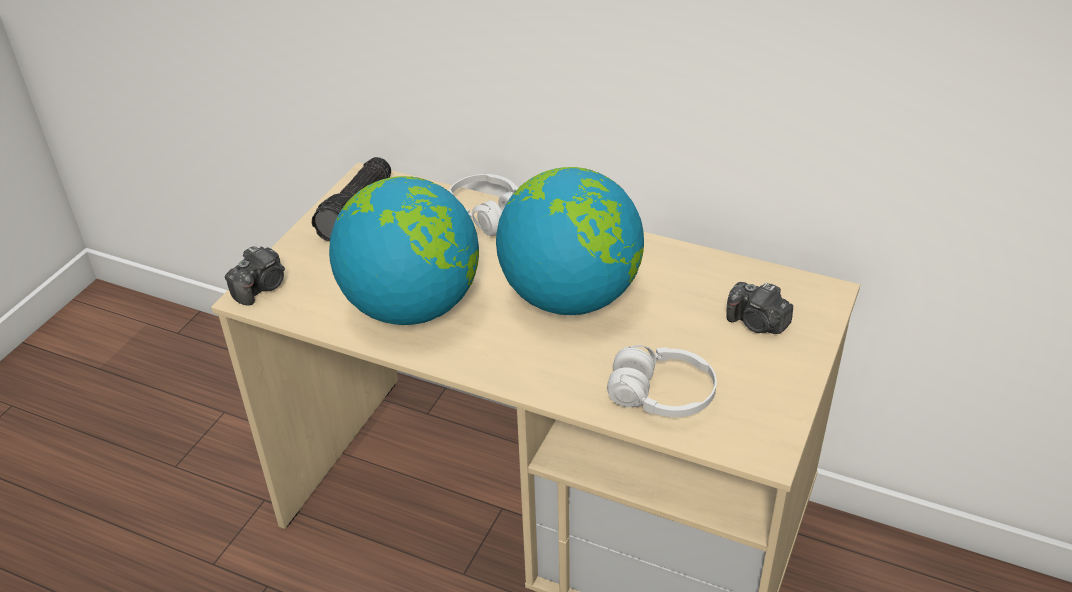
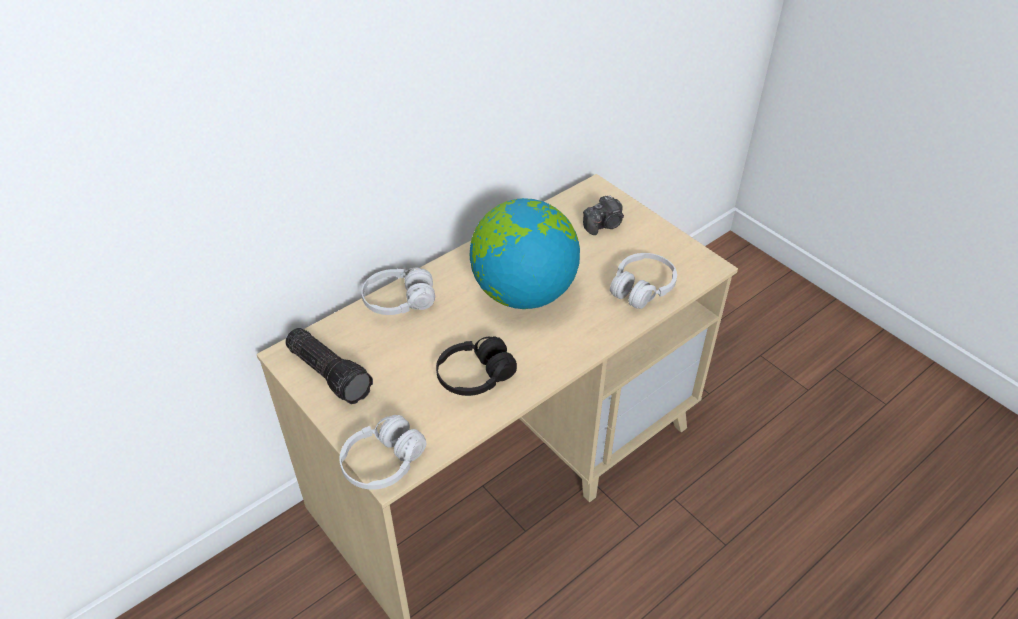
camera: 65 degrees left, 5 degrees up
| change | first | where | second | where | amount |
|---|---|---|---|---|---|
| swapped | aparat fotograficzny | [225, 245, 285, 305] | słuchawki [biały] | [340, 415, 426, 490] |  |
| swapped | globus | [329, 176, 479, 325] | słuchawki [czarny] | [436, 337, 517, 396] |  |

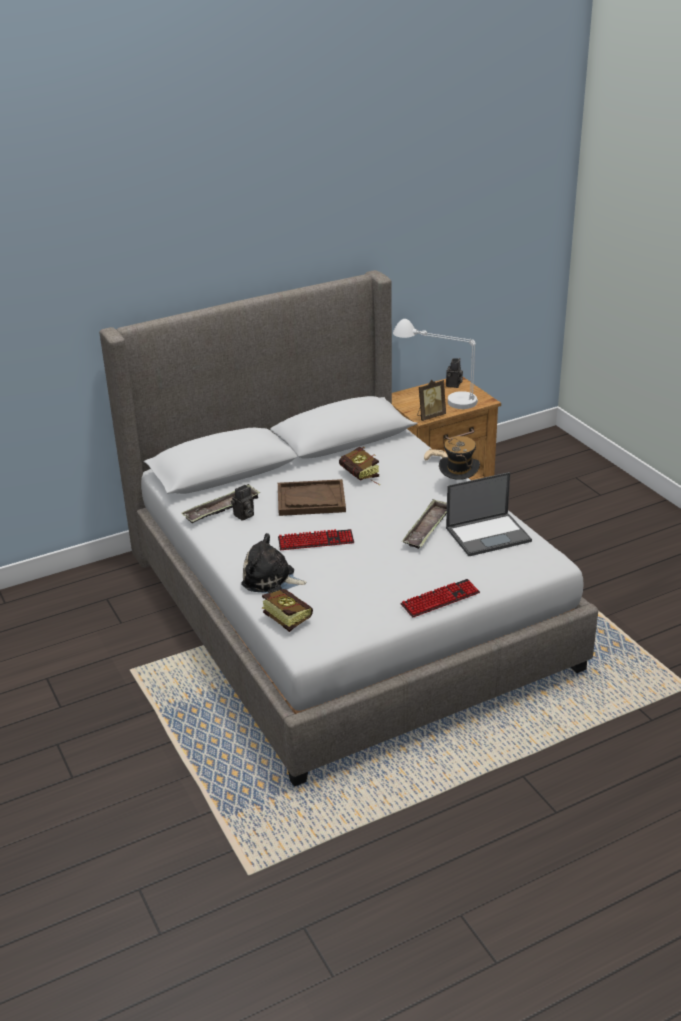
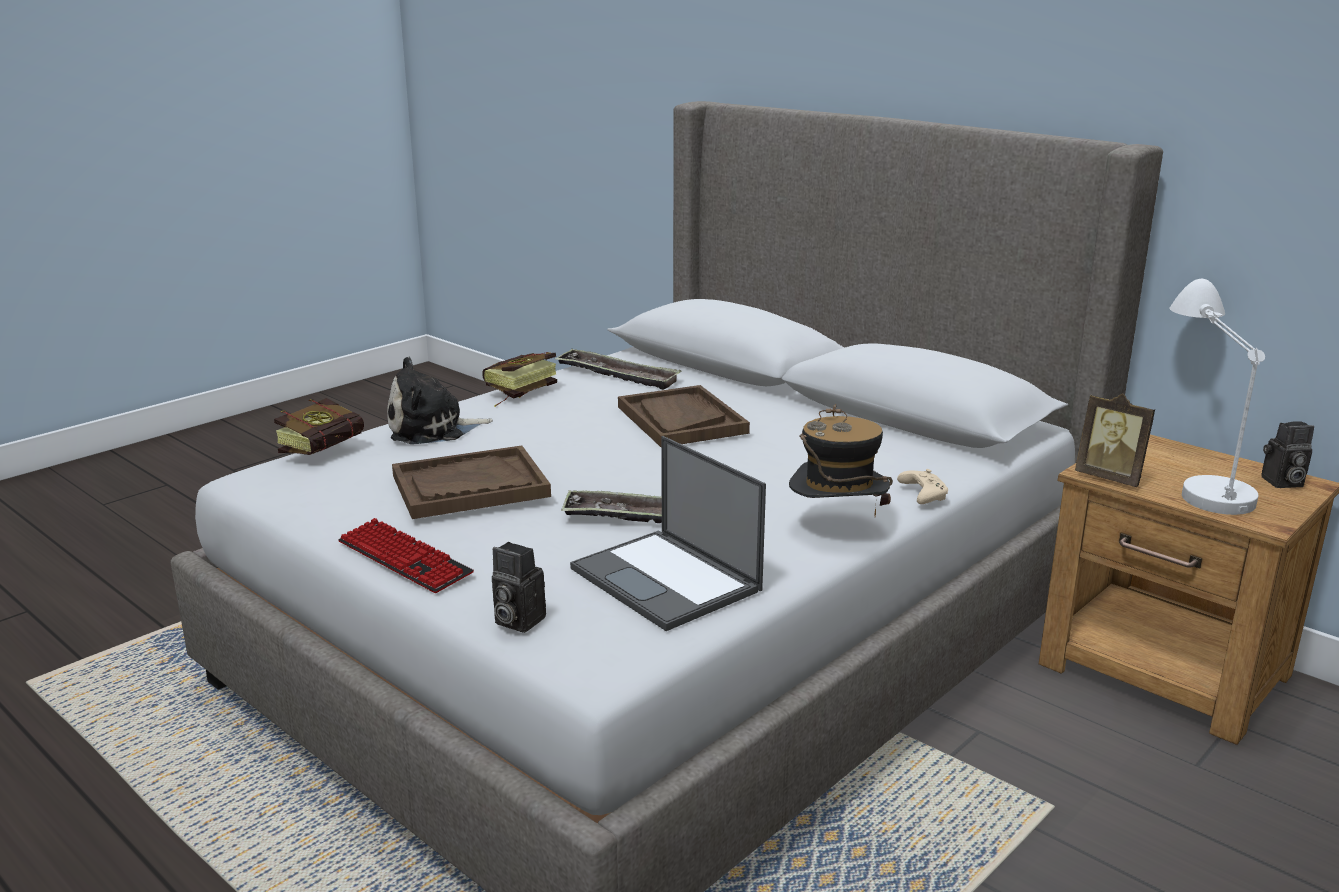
camera: 70 degrees right, 10 degrees down
| change | first | where | second | where | amount |
|---|---|---|---|---|---|
| rotated | pluszak | [241, 533, 307, 593] |  | [387, 357, 493, 444] | 105 degrees counterclockwise |
| new |  |  | taca [brązowy] | [392, 445, 551, 519] |  |
| shifted | książka | [339, 447, 380, 485] |  | [482, 352, 557, 407] |  |
| shifted | aparat fotograficzny | [231, 485, 254, 521] |  | [492, 542, 546, 633] |  |
| gone | klawiatura | [278, 529, 354, 550] |  |  |  |

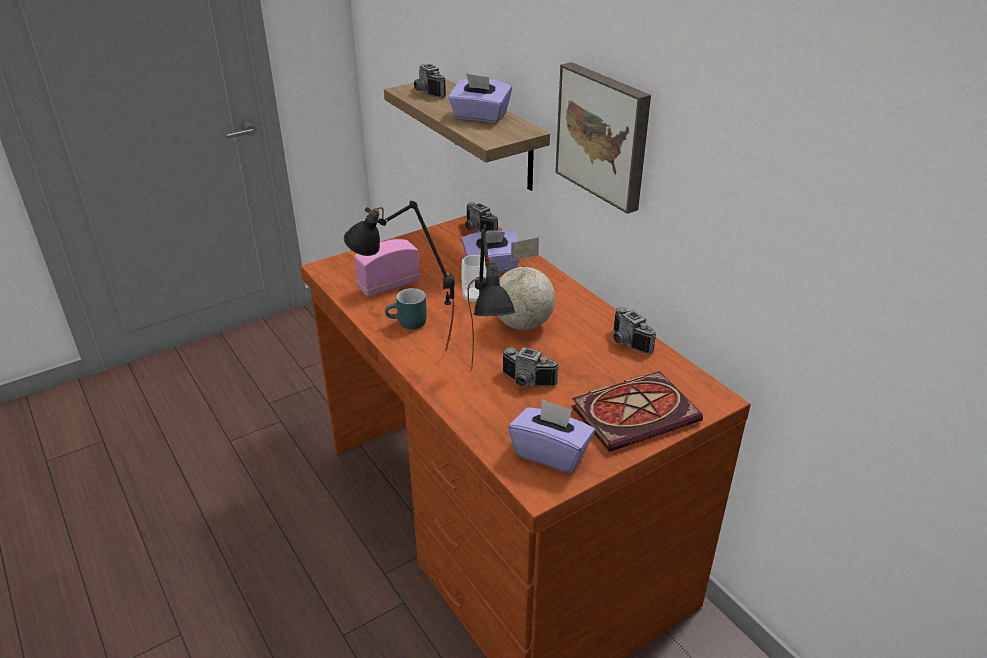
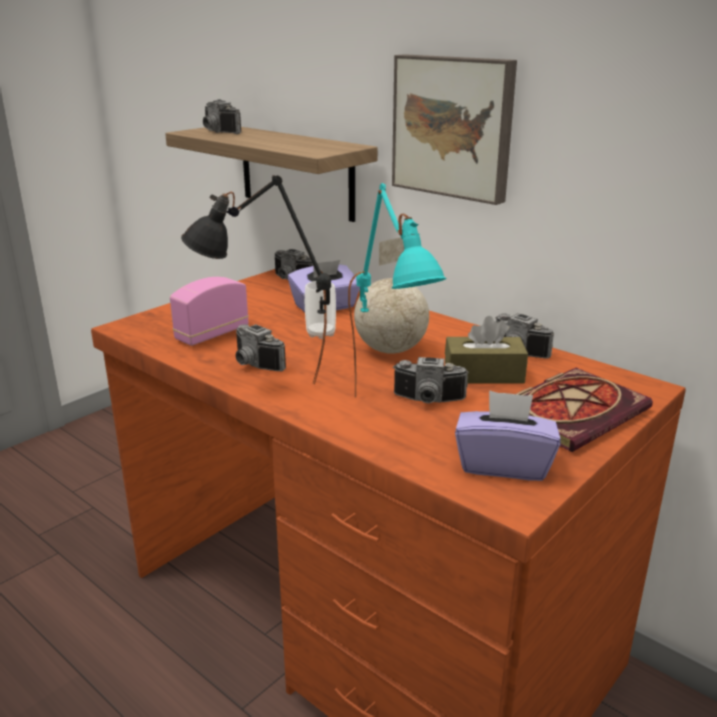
camera: 15 degrees left, 10 degrees down
| change | first | where | second | where | amount |
|---|---|---|---|---|---|
| swapped | kubek [turkusowy] | [385, 288, 427, 329] | aparat fotograficzny | [236, 324, 286, 371] |  |
| repainted | lampa stołowa [czarny] | [468, 224, 516, 370] | lampa stołowa [turkusowy] | [348, 183, 447, 398] |  |
| new |  |  | pudełko chusteczek [brązowy] | [445, 316, 528, 384] |  |
| gone | pudełko chusteczek [fioletowy] | [448, 74, 512, 123] |  |  |  |

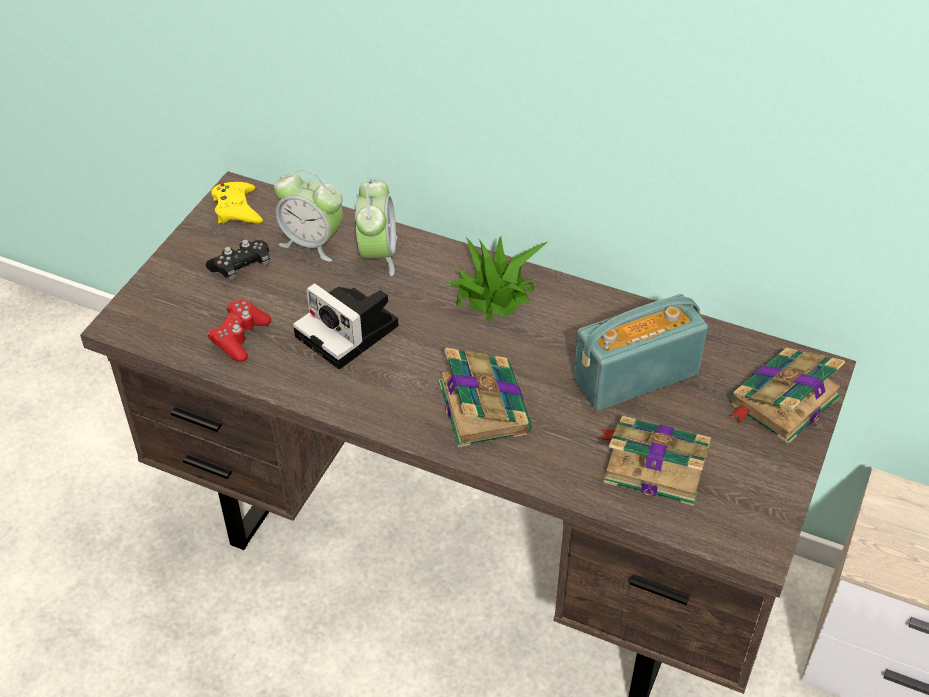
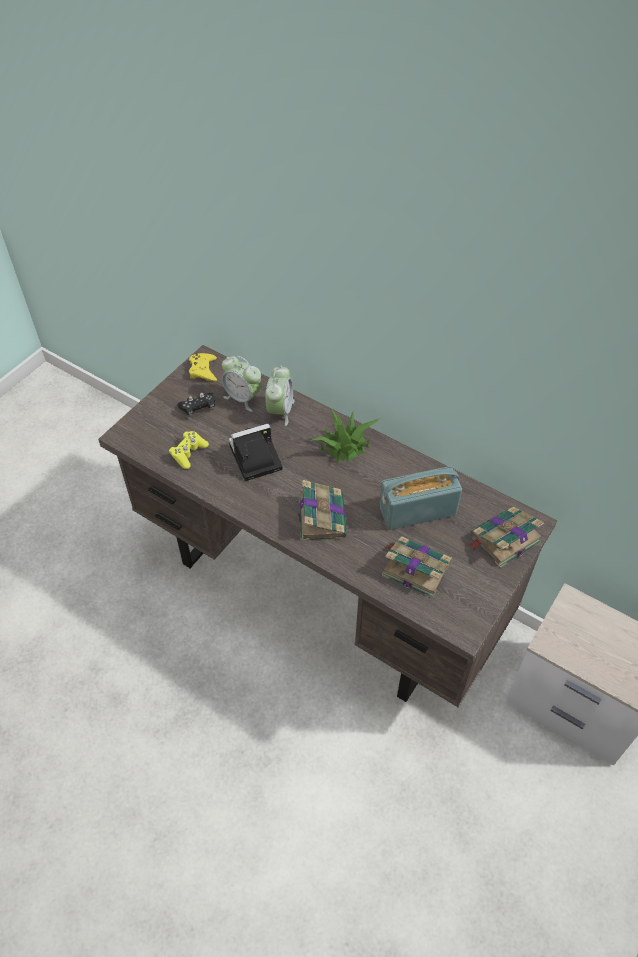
camera: 10 degrees right, 5 degrees up
| change | first | where | second | where | amount |
|---|---|---|---|---|---|
| repainted | pad do gier [czerwony] | [208, 300, 271, 362] | pad do gier [żółty] | [169, 431, 209, 469] |  |
| rotated | aparat fotograficzny | [293, 283, 399, 369] |  | [229, 424, 282, 481] | 105 degrees clockwise |

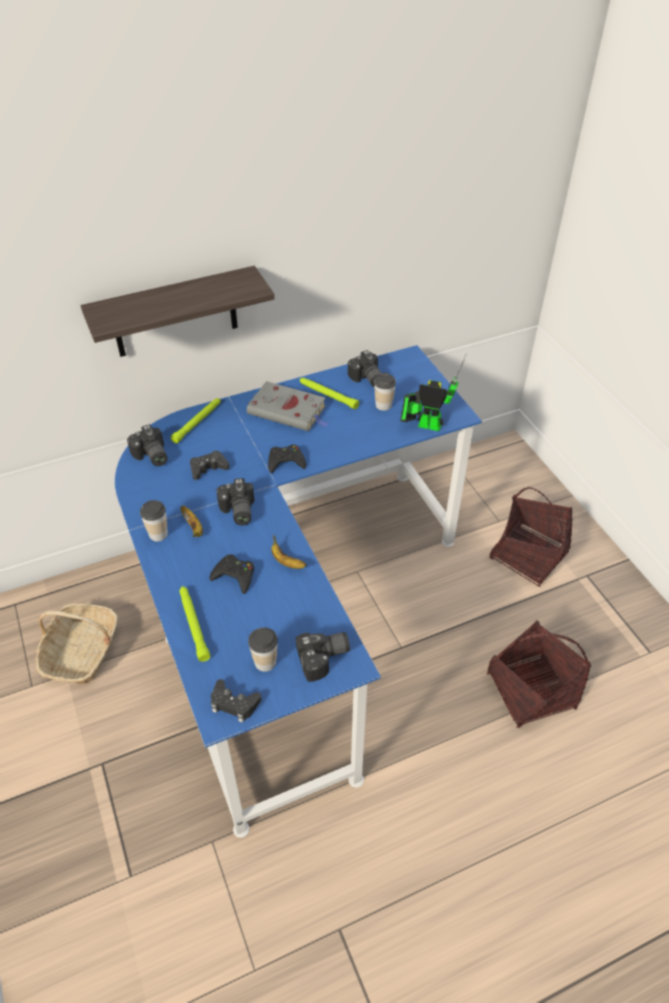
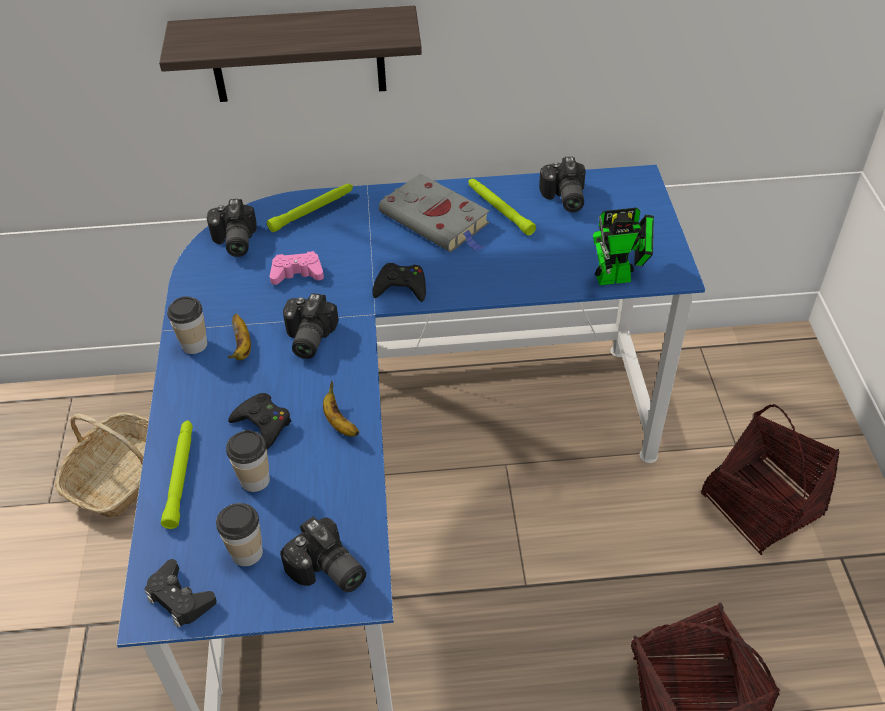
camera: 20 degrees right, 0 degrees up
| change | first | where | second | where | amount |
|---|---|---|---|---|---|
| shifted | filiżanka | [374, 373, 396, 411] |  | [226, 430, 270, 492] |  |
| repainted | pad do gier [czarny] | [190, 450, 230, 480] | pad do gier [różowy] | [270, 251, 324, 285] |  |
| rotated | aparat fotograficzny | [296, 632, 350, 682] |  | [280, 516, 366, 593] | 45 degrees clockwise |
| rotated | robot zabawkowy | [400, 353, 467, 431] |  | [593, 208, 654, 285] | 135 degrees clockwise |

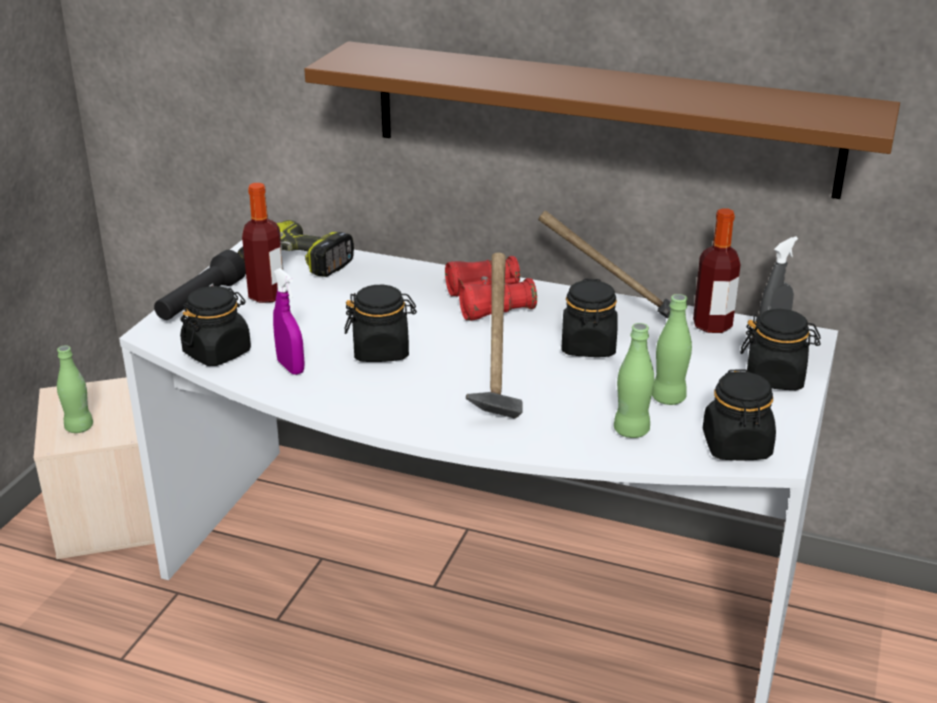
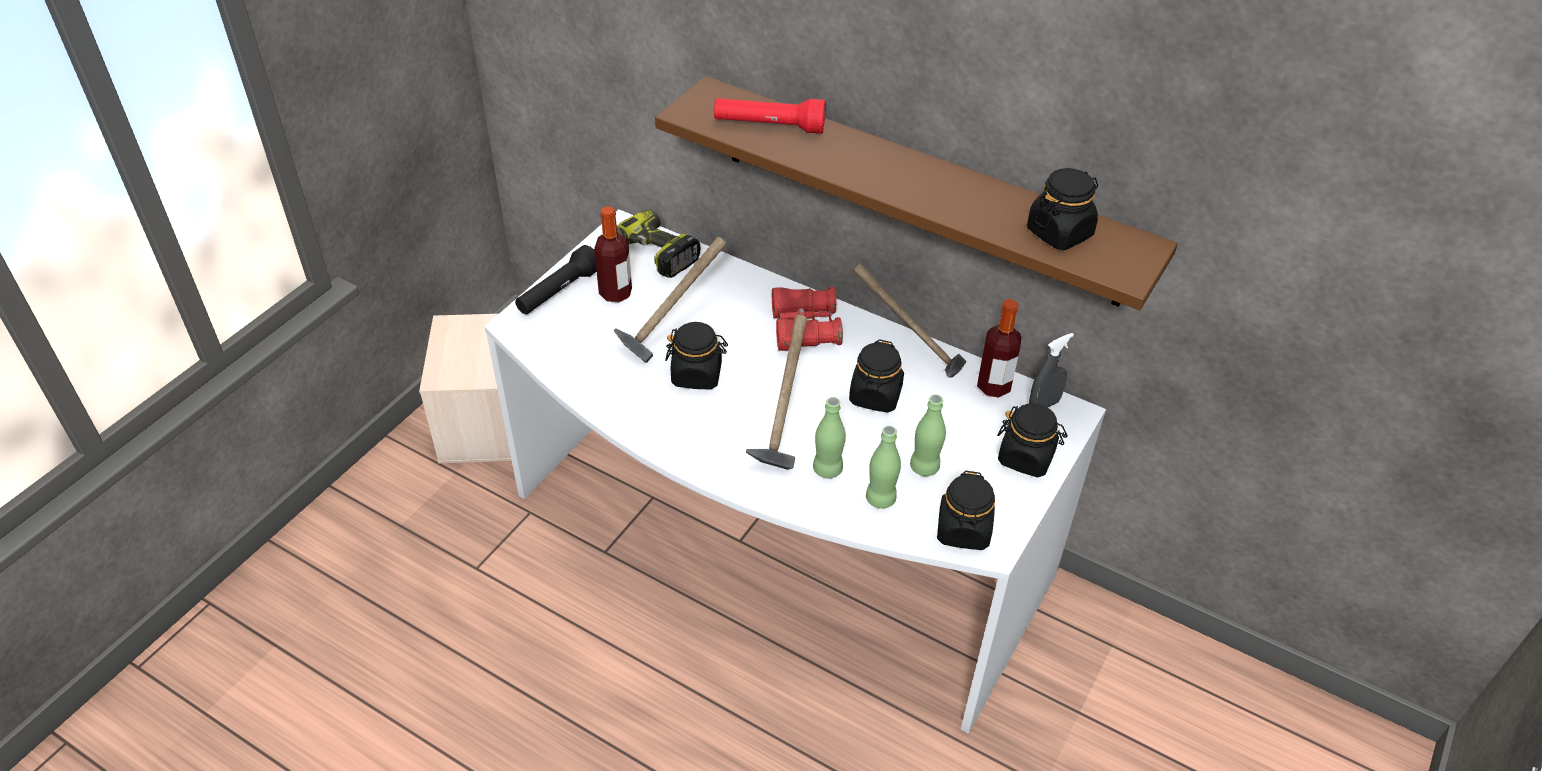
camera: 10 degrees right, 15 degrees up
| change | first | where | second | where | amount |
|---|---|---|---|---|---|
| new |  |  | młotek | [613, 236, 727, 363] |  |
| new |  |  | latarka [czerwony] | [714, 98, 826, 134] |  |
| shifted | butelka [zielony] | [57, 345, 93, 433] |  | [813, 397, 846, 478] |  |
| shifted | słoik [czarny] | [180, 286, 251, 366] |  | [1027, 168, 1098, 250] |  |
| gone | spryskiwacz [fioletowy] | [273, 268, 304, 375] |  |  |  |

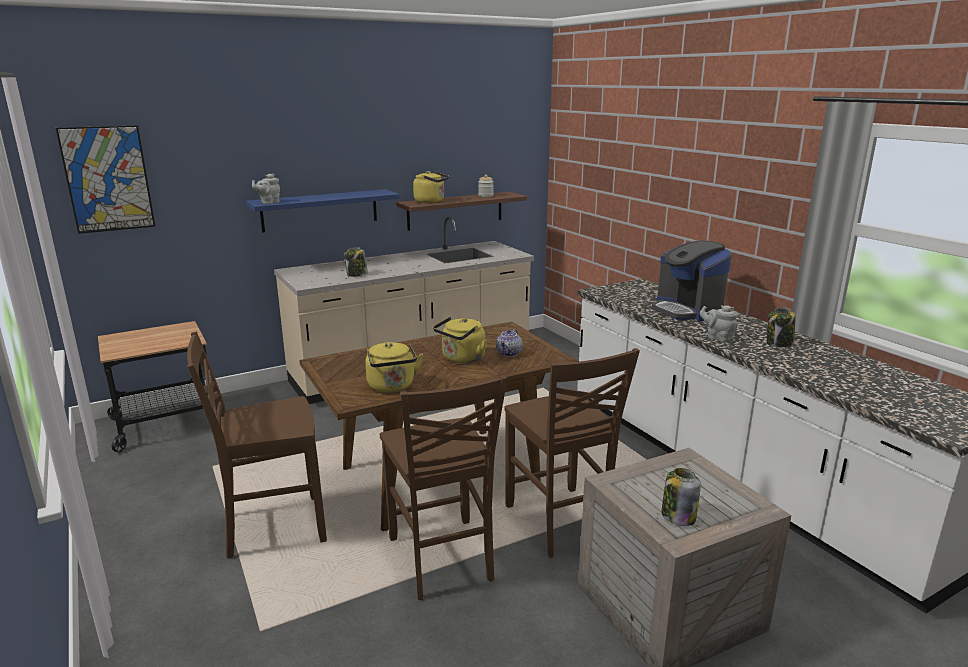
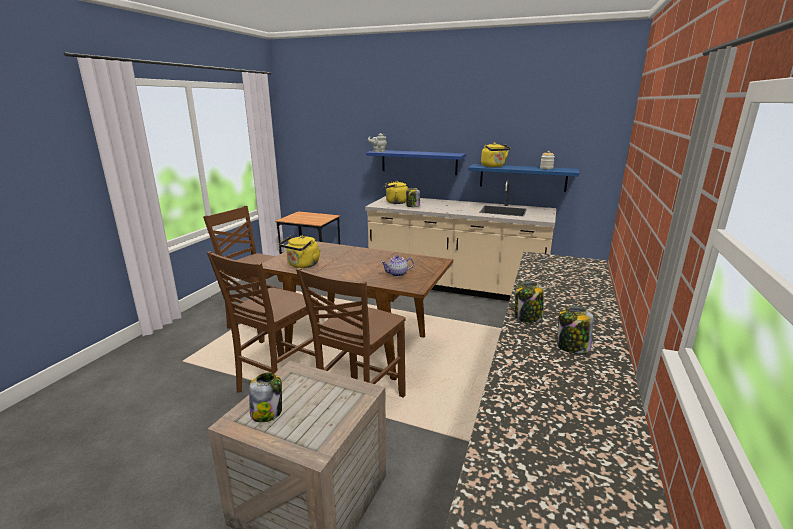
camera: 50 degrees right, 0 degrees up
| change | first | where | second | where | amount |
|---|---|---|---|---|---|
| shifted | czajnik [żółty] | [433, 317, 487, 363] |  | [384, 181, 408, 204] |  |
| repainted | półka [brązowy] | [396, 192, 527, 231] | półka [niebieski] | [468, 164, 579, 192] |  |
| swapped | imbryk [szary] | [700, 305, 738, 342] | słoik | [515, 281, 544, 323] |  |
| gone | obraz | [56, 125, 155, 234] |  |  |  |
| gone | ekspres do kawy | [652, 241, 732, 322] |  |  |  |

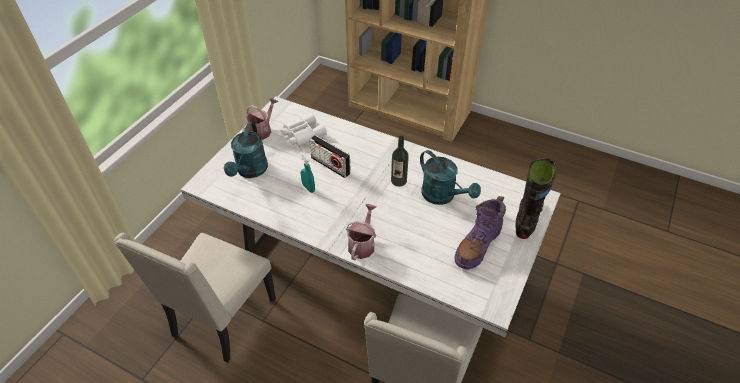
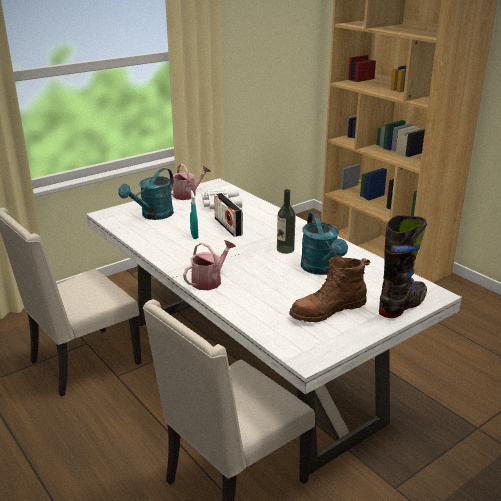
camera: 25 degrees right, 20 degrees down
| change | first | where | second | where | amount |
|---|---|---|---|---|---|
| repainted | but z cholewką [fioletowy] | [454, 196, 506, 270] | but z cholewką [brązowy] | [289, 254, 370, 323] |  |

